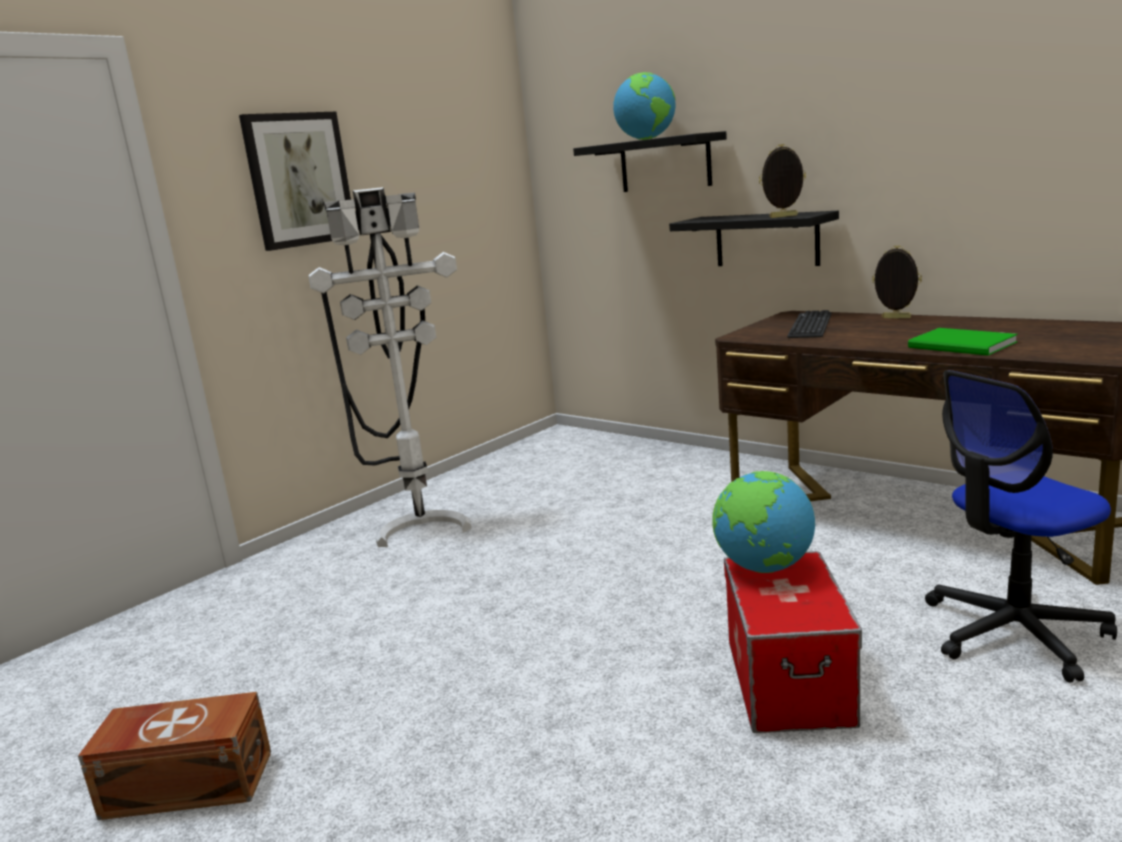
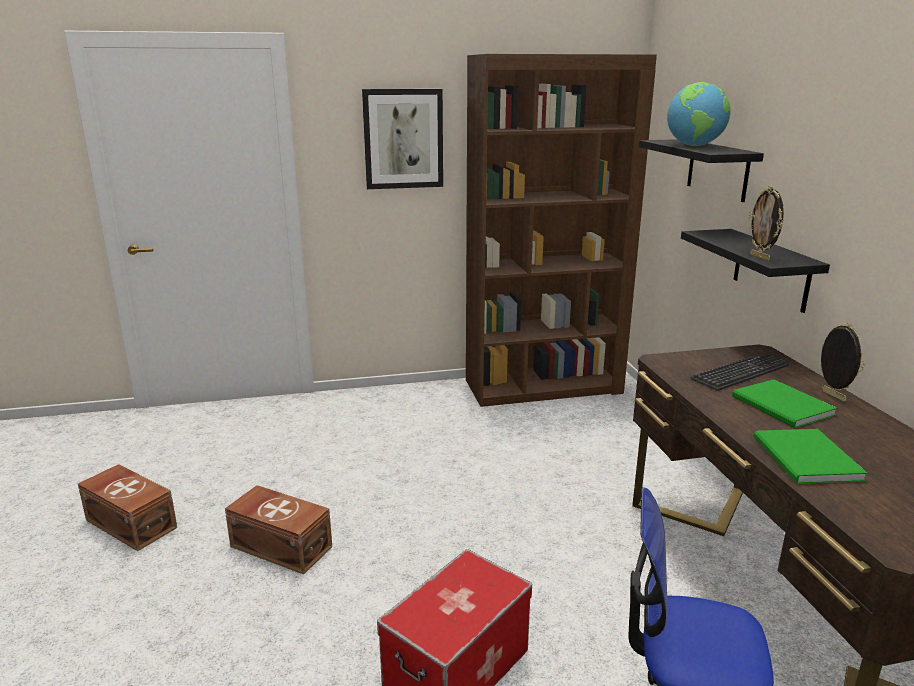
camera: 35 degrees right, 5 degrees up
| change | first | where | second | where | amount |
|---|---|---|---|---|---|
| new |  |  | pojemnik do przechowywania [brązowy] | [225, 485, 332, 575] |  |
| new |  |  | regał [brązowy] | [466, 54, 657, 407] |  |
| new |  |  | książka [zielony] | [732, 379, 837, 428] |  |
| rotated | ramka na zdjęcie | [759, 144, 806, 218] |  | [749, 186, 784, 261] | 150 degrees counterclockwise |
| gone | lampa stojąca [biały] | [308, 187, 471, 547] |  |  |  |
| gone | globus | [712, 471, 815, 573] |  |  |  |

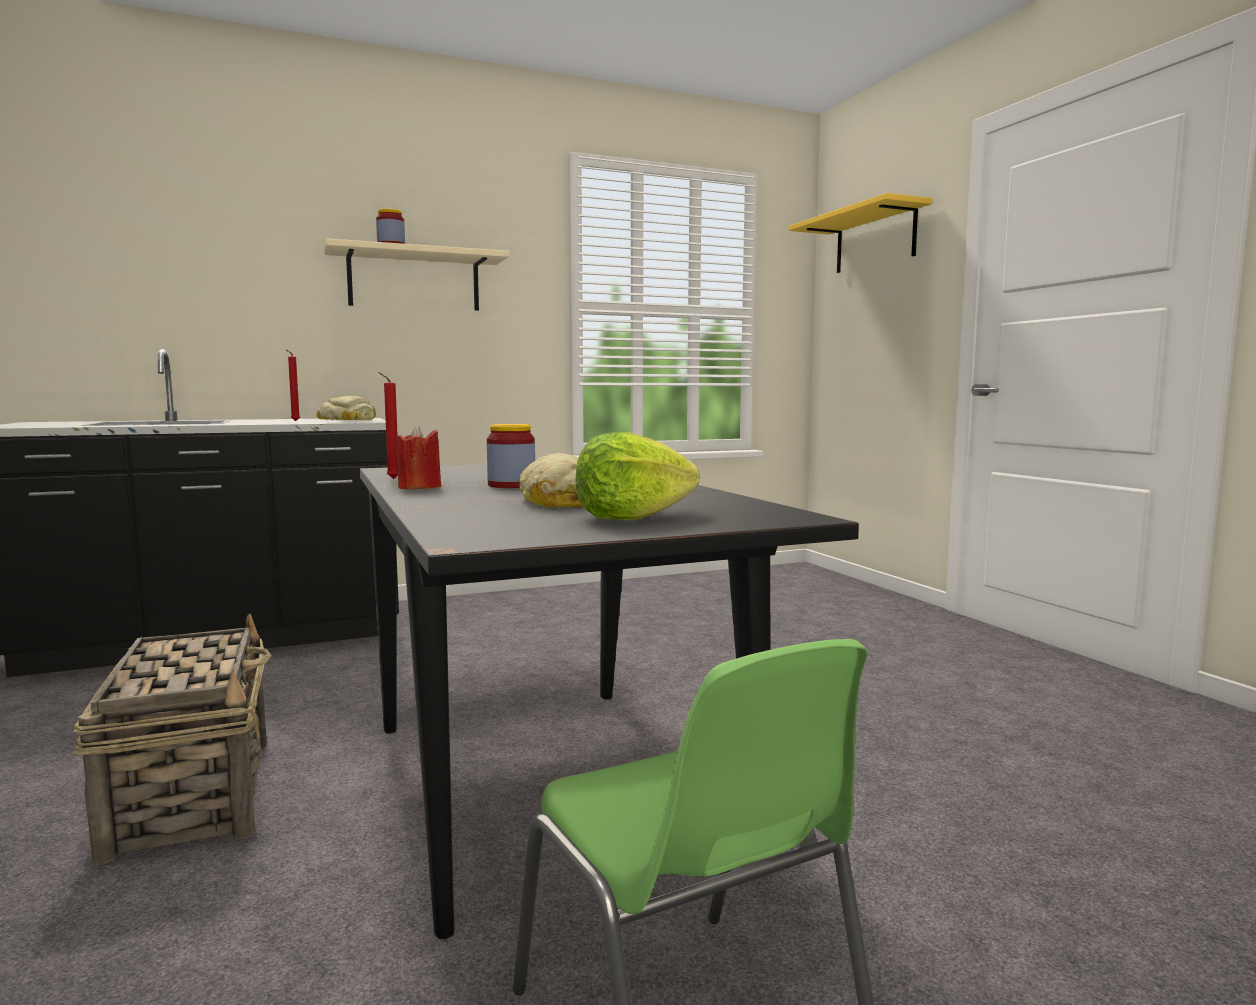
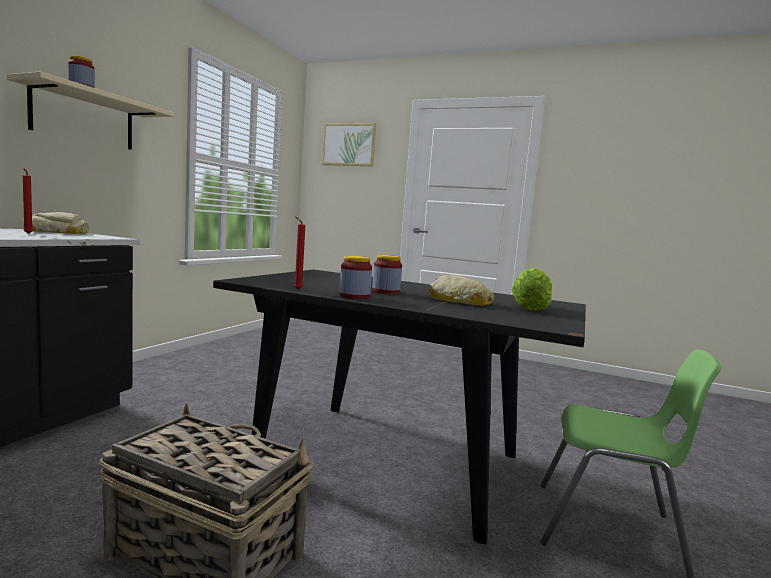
camera: 45 degrees left, 0 degrees up
| change | first | where | second | where | amount |
|---|---|---|---|---|---|
| swapped | półka [żółty] | [789, 193, 932, 273] | obraz | [322, 123, 376, 166] |  |
| swapped | świeca [czerwony] | [396, 425, 441, 489] | słoik | [339, 256, 372, 299] |  |

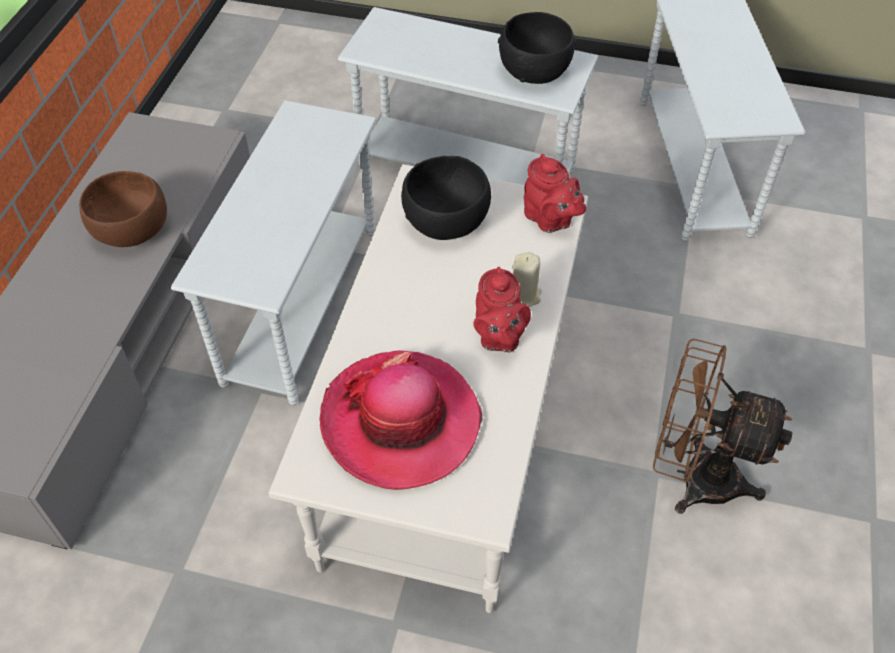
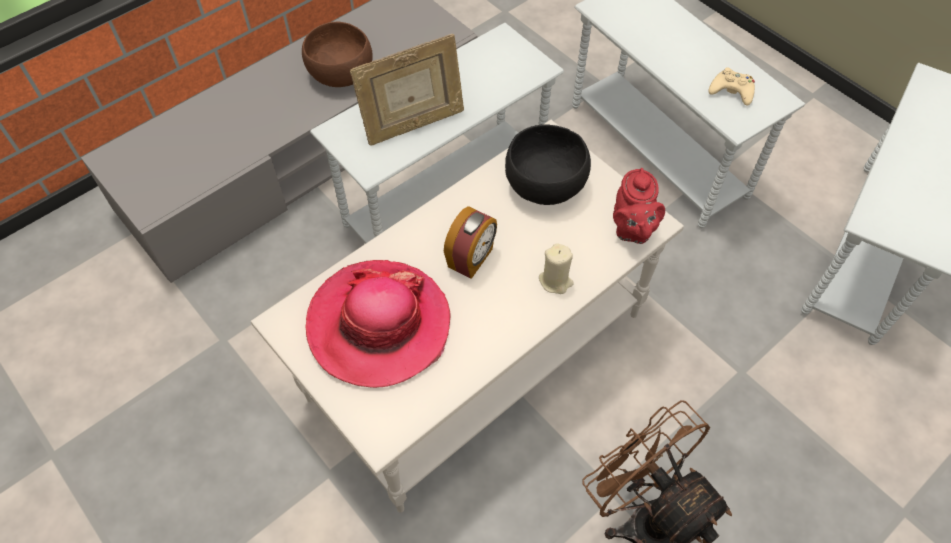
camera: 35 degrees right, 5 degrees up
| change | first | where | second | where | amount |
|---|---|---|---|---|---|
| new |  |  | ramka na zdjęcie | [350, 34, 464, 146] |  |
| new |  |  | budzik | [444, 206, 497, 279] |  |
| swapped | miska [czarny] | [498, 12, 575, 84] | pad do gier [beżowy] | [708, 67, 755, 106] |  |
| gone | imbryk [czerwony] | [473, 267, 531, 352] |  |  |  |

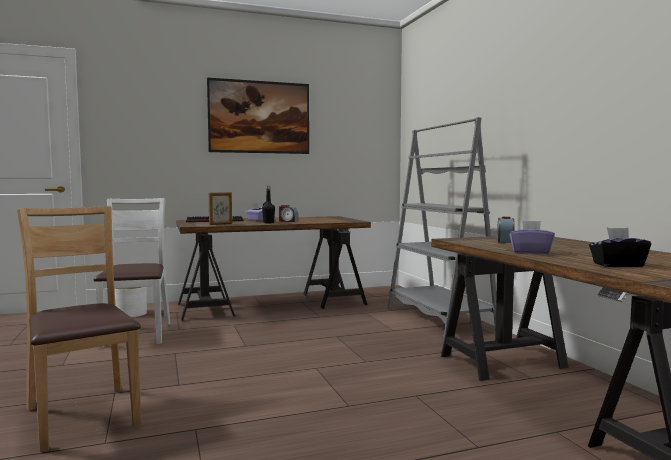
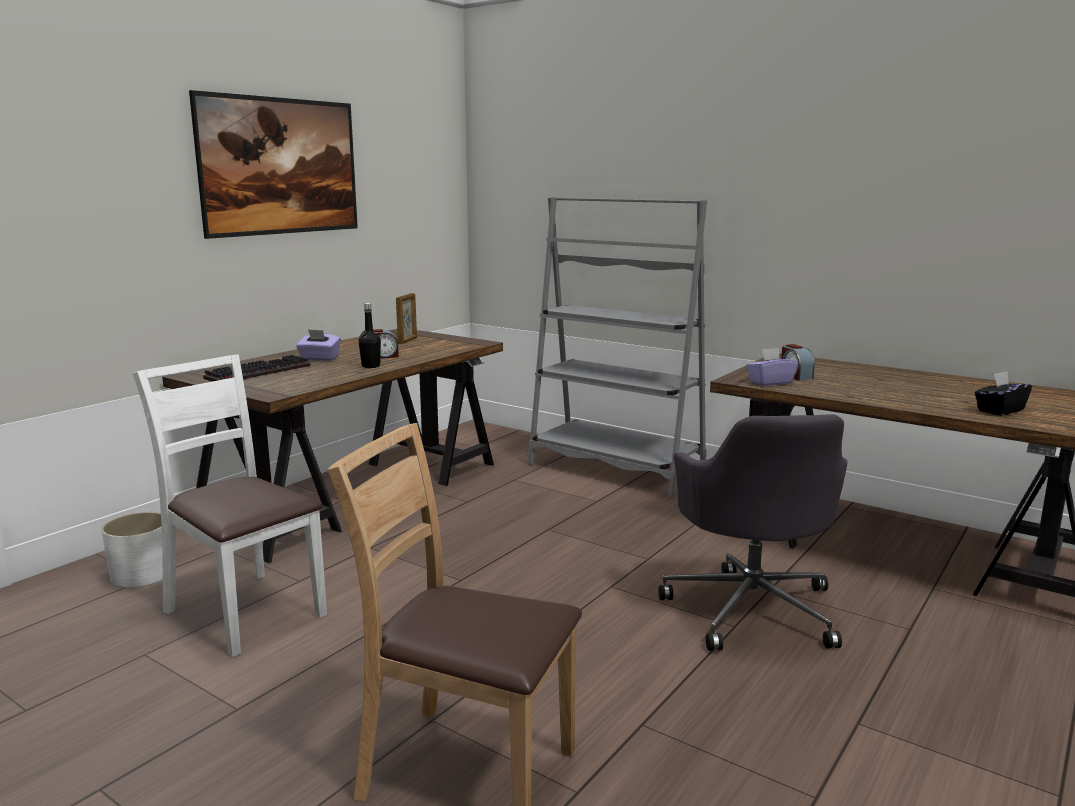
camera: 35 degrees left, 10 degrees up
| change | first | where | second | where | amount |
|---|---|---|---|---|---|
| shifted | ramka na zdjęcie | [209, 192, 232, 225] |  | [396, 293, 417, 344] |  |
| new |  |  | krzesło biurowe [szary] | [658, 414, 848, 651] |  |
| shifted | pudełko chusteczek [fioletowy] | [509, 221, 555, 254] |  | [746, 348, 798, 386] |  |

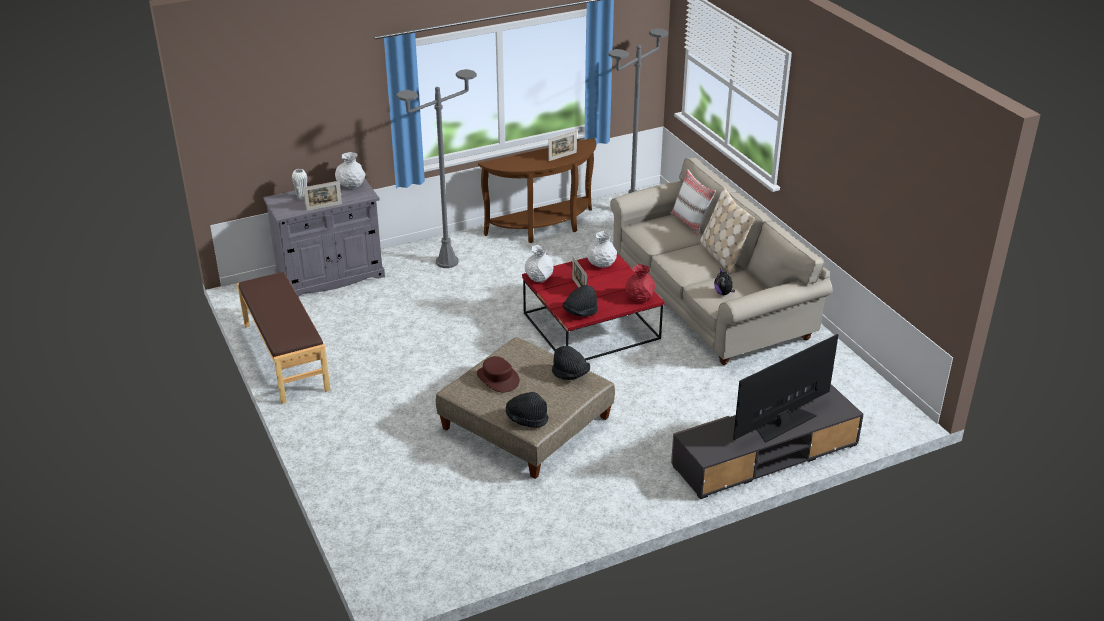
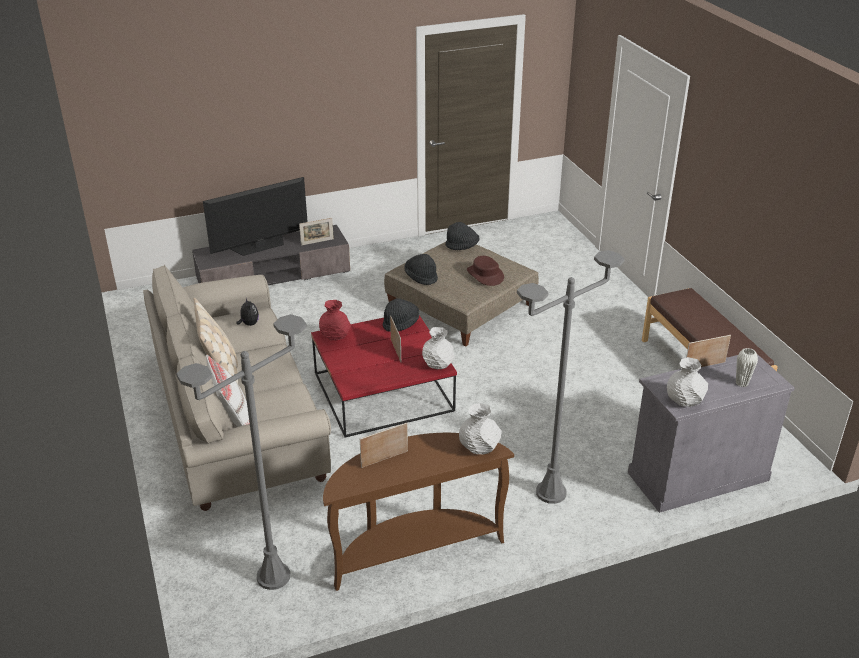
camera: 175 degrees left, 0 degrees up
| change | first | where | second | where | amount |
|---|---|---|---|---|---|
| new |  |  | ramka na zdjęcie | [299, 218, 334, 246] |  |
| shifted | wazon [biały] | [587, 231, 617, 268] |  | [459, 403, 502, 454] |  |

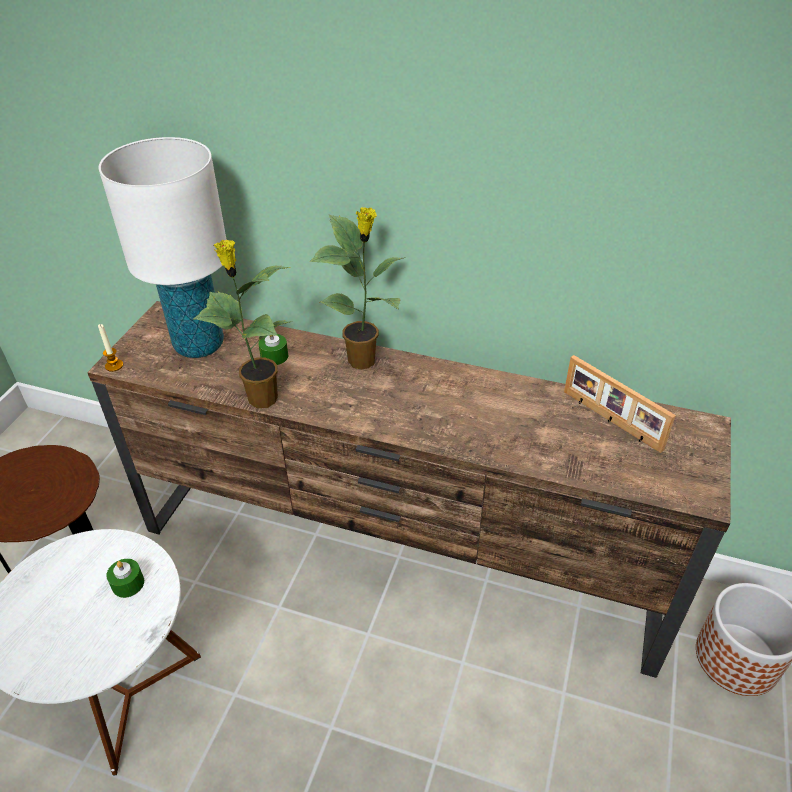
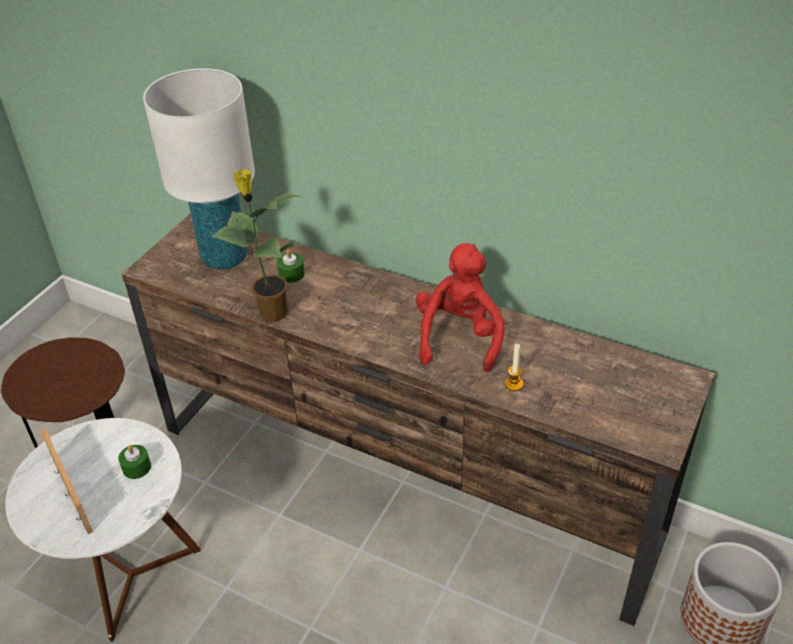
camera: 10 degrees right, 0 degrees up
| change | first | where | second | where | amount |
|---|---|---|---|---|---|
| shifted | ramka na zdjęcie | [564, 355, 676, 453] |  | [40, 429, 93, 534] |  |
| new |  |  | pluszak [czerwony] | [416, 243, 505, 372] |  |
| shifted | świeca | [98, 324, 123, 372] |  | [505, 344, 524, 391] |  |
| gone | roślina doniczkowa | [309, 207, 403, 369] |  |  |  |

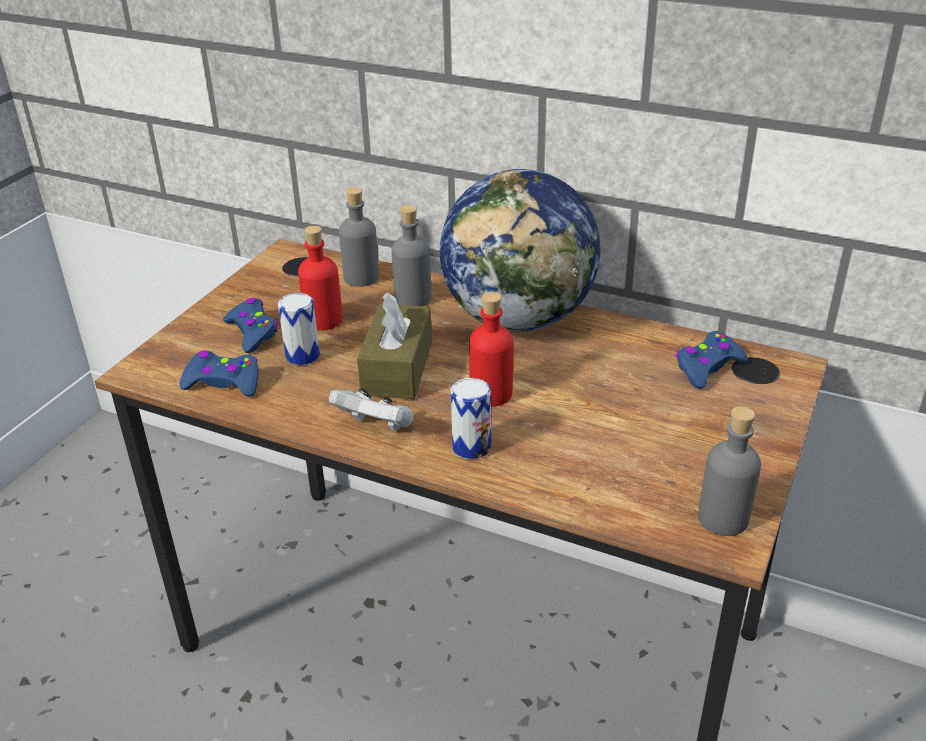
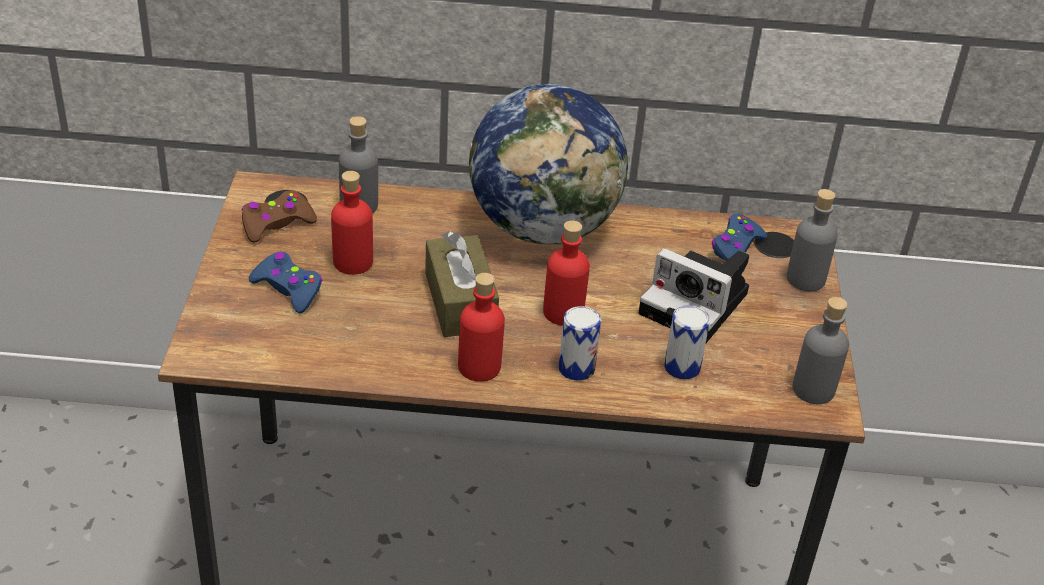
camera: 25 degrees left, 5 degrees up
| change | first | where | second | where | amount |
|---|---|---|---|---|---|
| new |  |  | pad do gier [brązowy] | [242, 190, 317, 243] |  |
| swapped | pad do gier [biały] | [329, 388, 414, 432] | butelka [czerwony] | [458, 273, 505, 382] |  |
| new |  |  | aparat fotograficzny | [639, 248, 749, 343] |  |
| shifted | puszka | [278, 293, 320, 365] |  | [664, 305, 710, 380] |  |
| shifted | butelka [szary] | [391, 205, 431, 306] |  | [787, 189, 838, 291] |  |
| gone | pad do gier [niebieski] | [180, 350, 259, 397] |  |  |  |

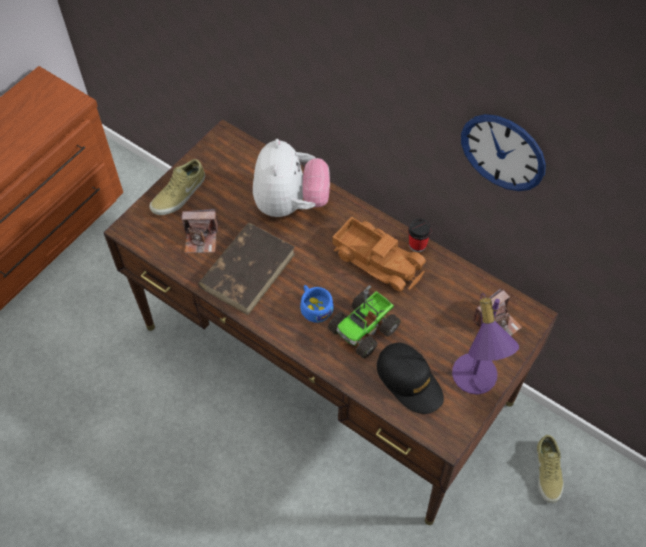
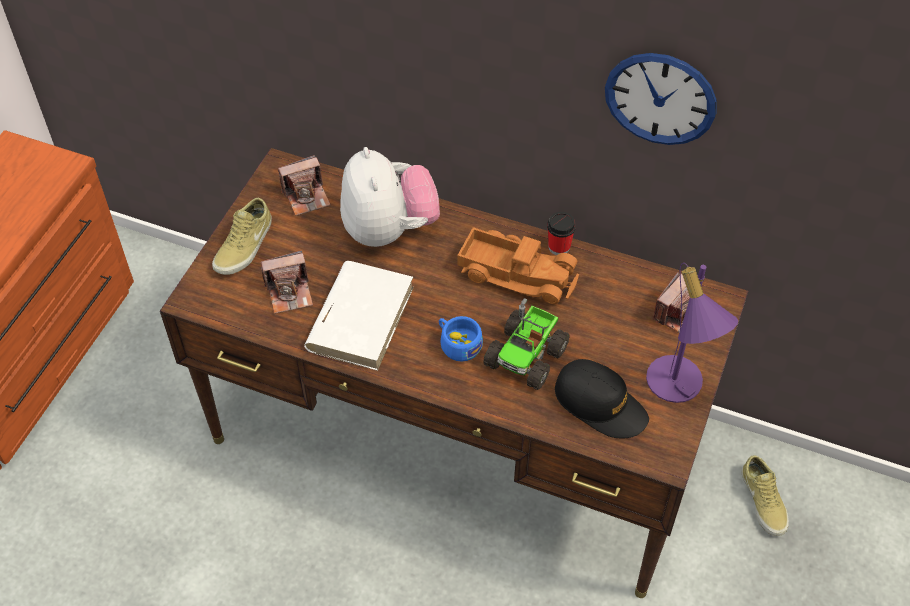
camera: 15 degrees left, 5 degrees down
| change | first | where | second | where | amount |
|---|---|---|---|---|---|
| new |  |  | aparat fotograficzny | [278, 155, 331, 216] |  |
| repainted | książka [brązowy] | [198, 223, 295, 315] | książka [biały] | [304, 261, 414, 371] |  |

